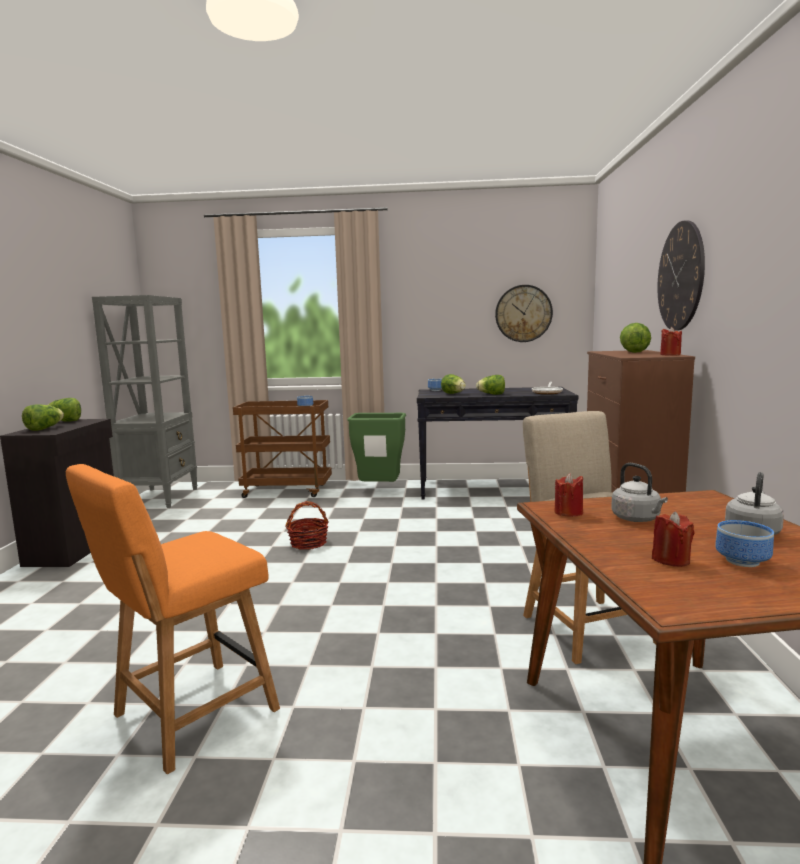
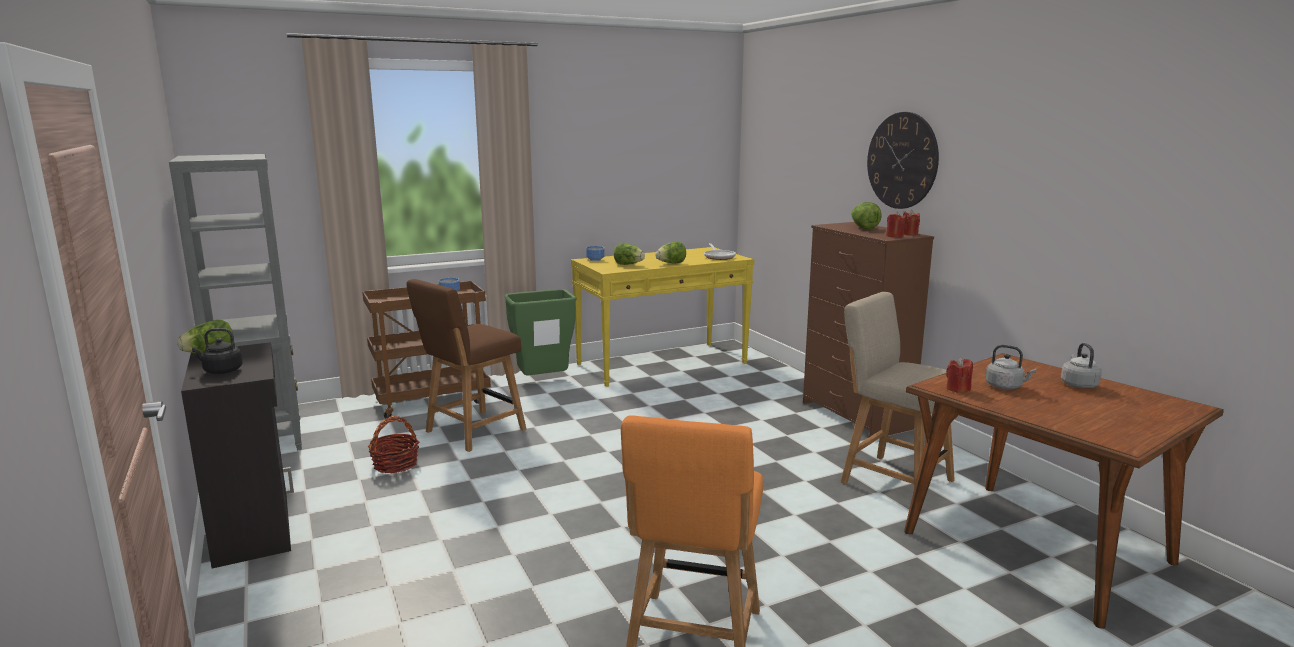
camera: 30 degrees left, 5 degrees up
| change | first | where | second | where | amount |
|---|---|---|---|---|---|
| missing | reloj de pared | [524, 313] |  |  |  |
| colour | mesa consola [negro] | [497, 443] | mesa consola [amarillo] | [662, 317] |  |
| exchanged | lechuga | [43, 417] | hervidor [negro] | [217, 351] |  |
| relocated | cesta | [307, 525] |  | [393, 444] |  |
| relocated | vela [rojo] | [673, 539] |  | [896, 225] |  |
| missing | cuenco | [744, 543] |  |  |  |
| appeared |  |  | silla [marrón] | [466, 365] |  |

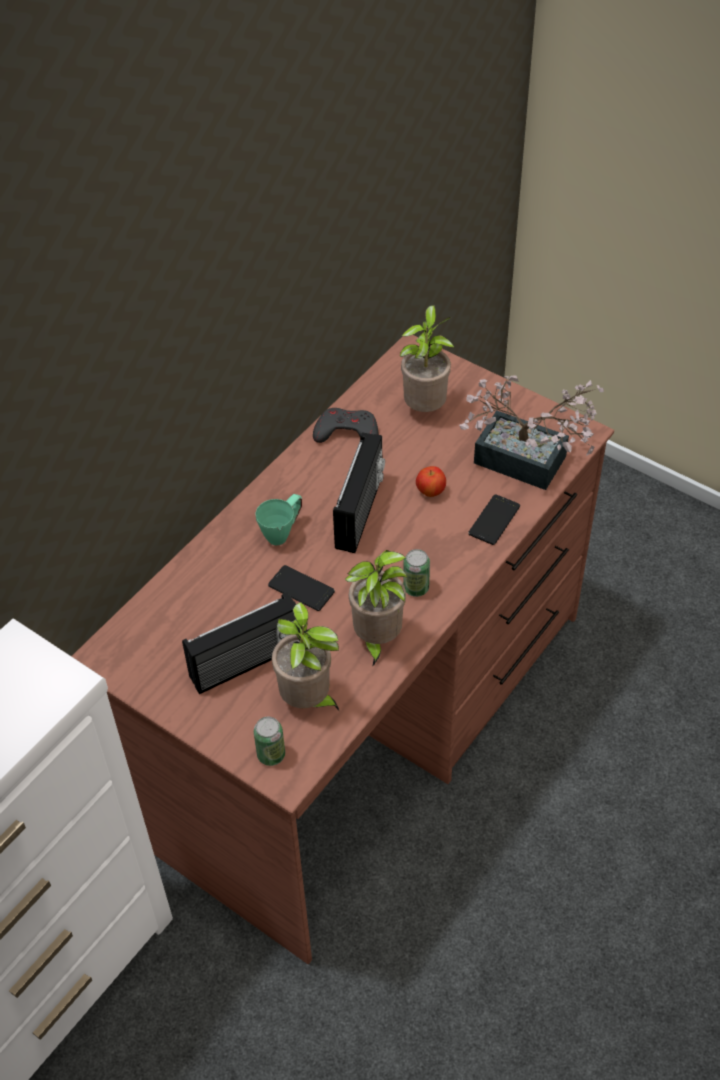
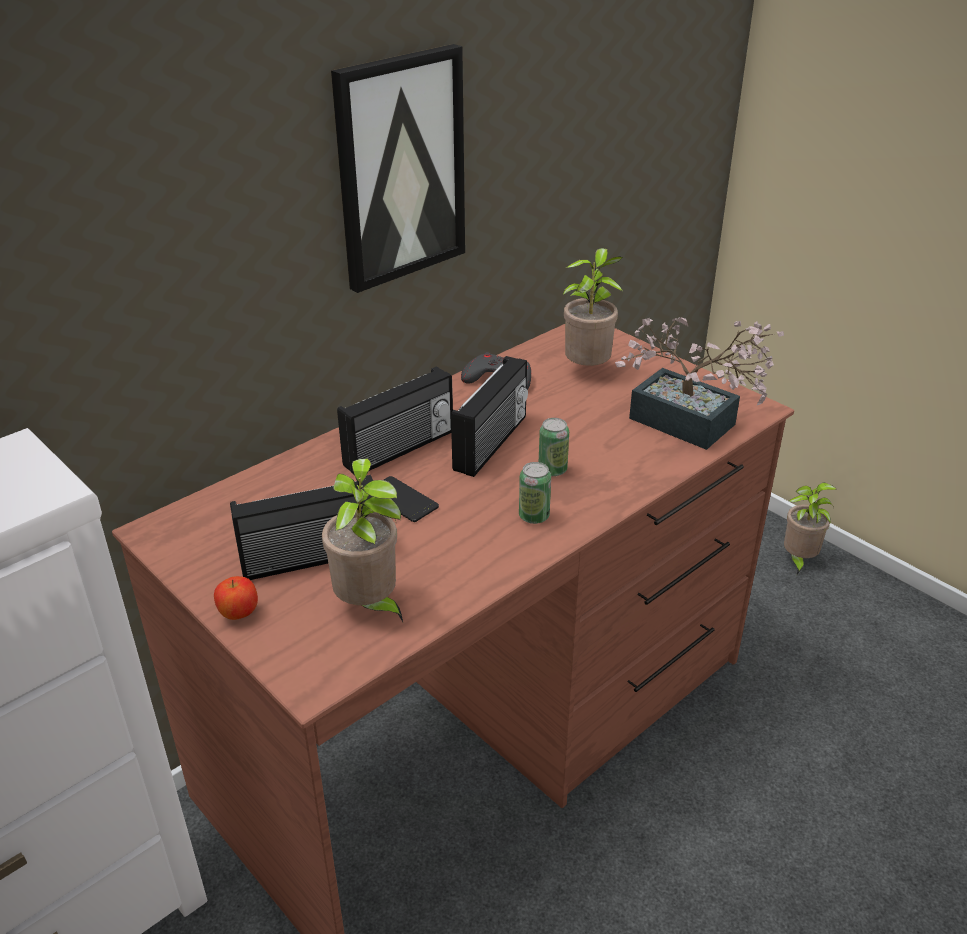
camera: 10 degrees right, 15 degrees down
| change | first | where | second | where | amount |
|---|---|---|---|---|---|
| relocated | manzana | [431, 481] |  | [236, 598] |  |
| exchanged | taza grande [verde] | [278, 520] | radio | [395, 420] |  |
| missing | móvil | [494, 520] |  |  |  |
| relocated | planta en maceta | [376, 608] |  | [810, 528] |  |
| relocated | lata | [269, 741] |  | [554, 447] |  |
| appeared |  |  | cuadro | [398, 168] |  |

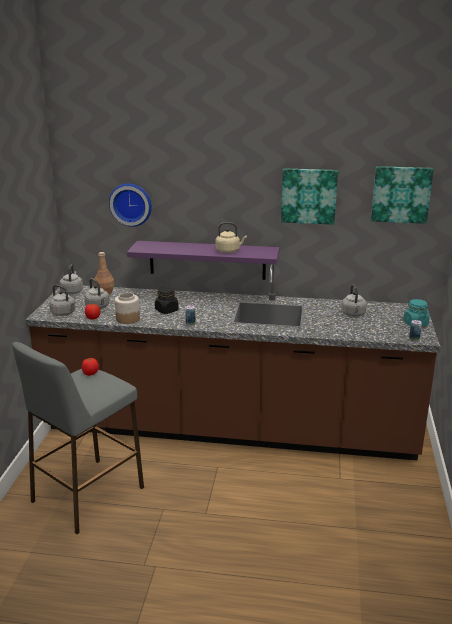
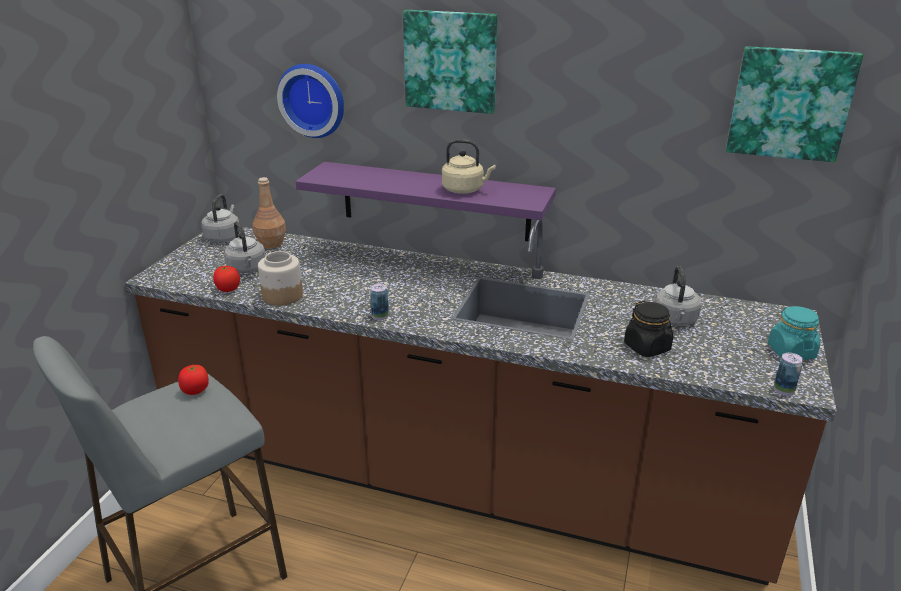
camera: 10 degrees right, 5 degrees up
| change | first | where | second | where | amount |
|---|---|---|---|---|---|
| relocated | cuadro | [309, 196] |  | [450, 62] |  |
| missing | hervidor [gris] | [63, 300] |  |  |  |
| relocated | tarro [negro] | [167, 300] |  | [648, 329] |  |

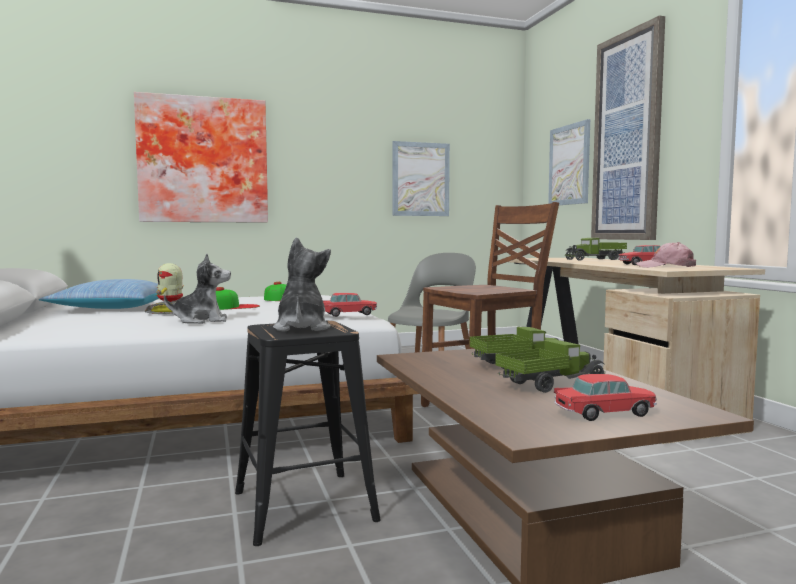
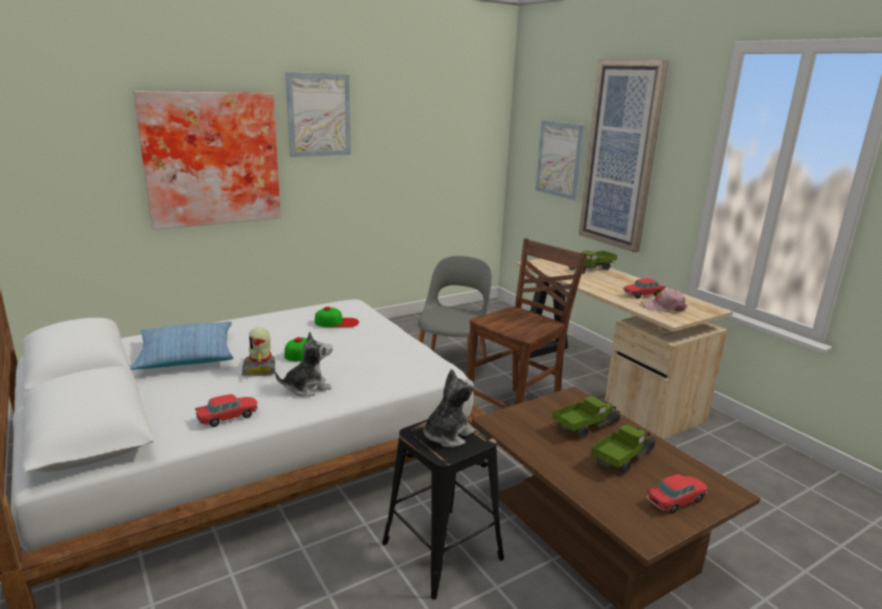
camera: 15 degrees left, 15 degrees up
| change | first | where | second | where | amount |
|---|---|---|---|---|---|
| relocated | cuadro | [421, 178] |  | [318, 114] |  |
| spun | peluche | [302, 285] |  | [449, 408] | 60 degrees clockwise |
| relocated | coche de juguete | [350, 305] |  | [226, 410] |  |

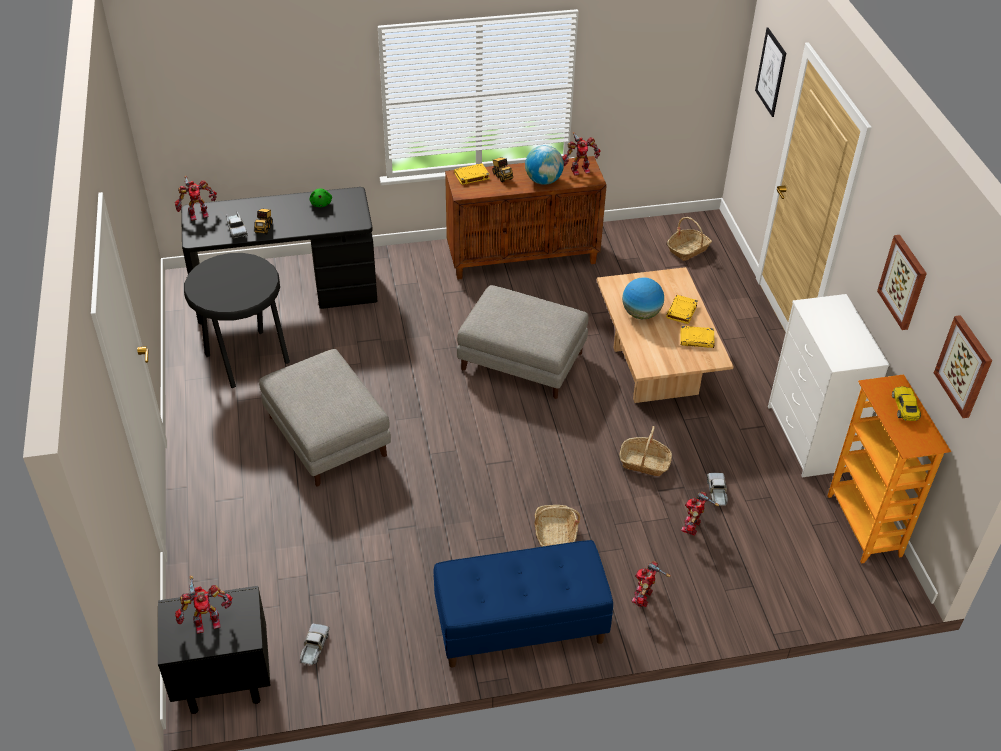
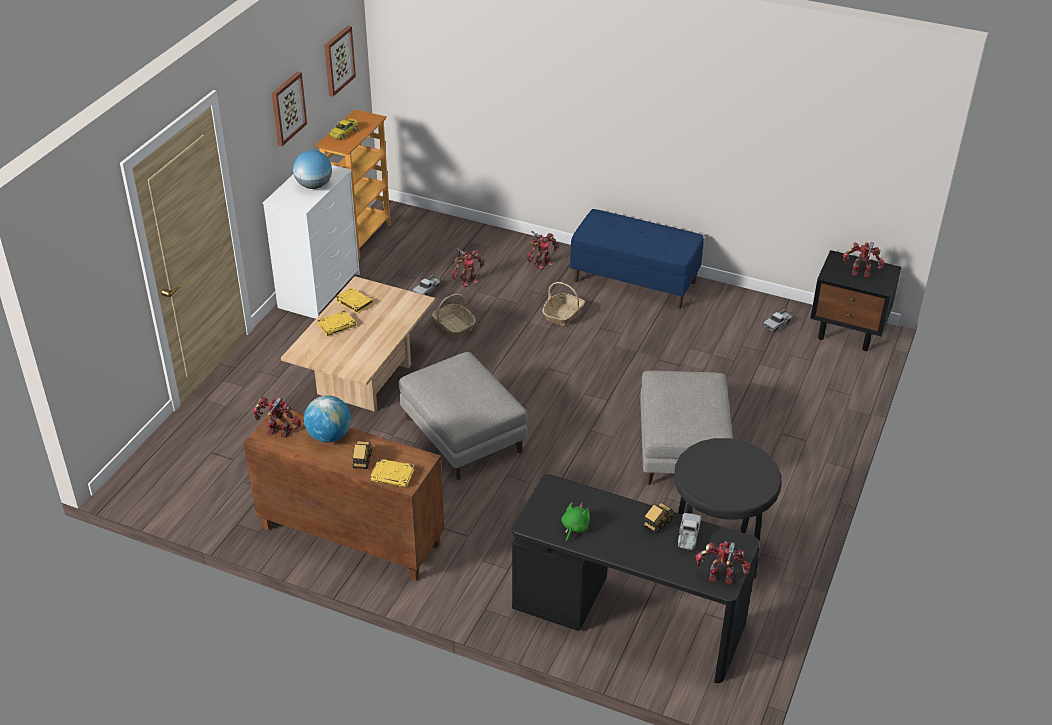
camera: 145 degrees left, 5 degrees down
| change | first | where | second | where | amount |
|---|---|---|---|---|---|
| missing | cuadro | [770, 72] |  |  |  |
| missing | cesta | [689, 239] |  |  |  |
| relocated | globo terráqueo | [643, 298] |  | [312, 169] |  |

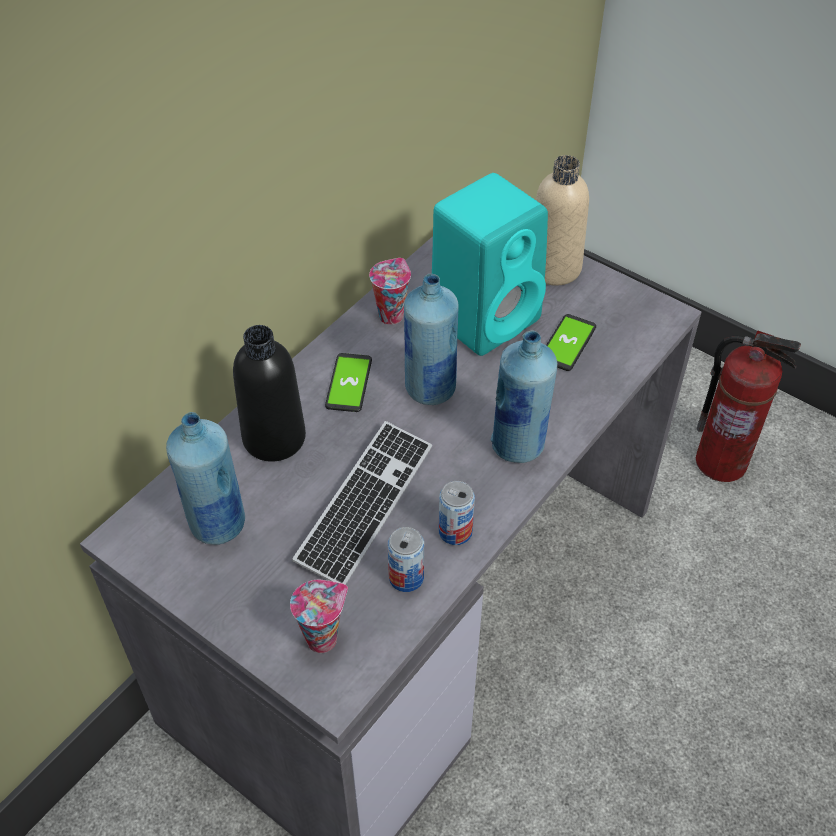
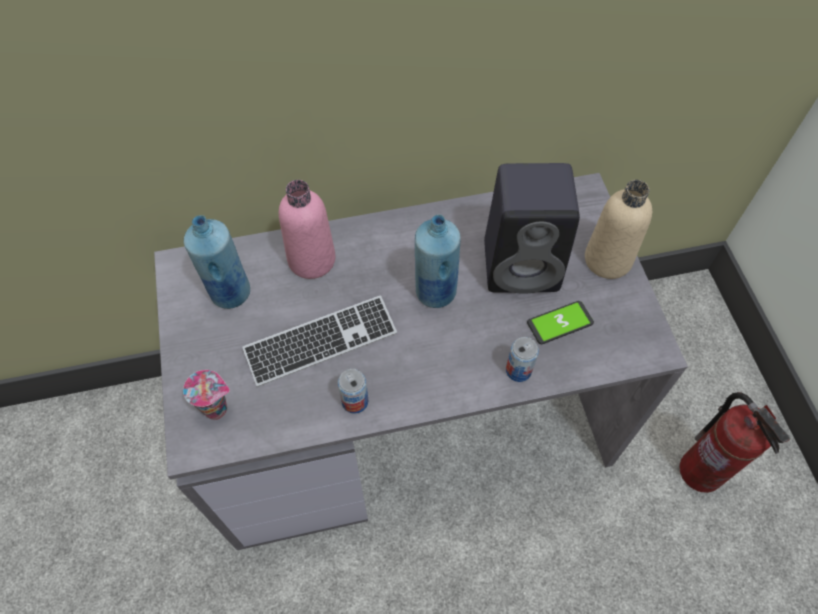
camera: 40 degrees right, 10 degrees up
| change | first | where | second | where | amount |
|---|---|---|---|---|---|
| colour | altavoz [turquesa] | [490, 264] | altavoz [negro] | [532, 228] |  |
| missing | taza | [390, 291] |  |  |  |
| colour | botella [negro] | [269, 393] | botella [rosa] | [307, 229] |  |
| missing | botella [azul] | [524, 396] |  |  |  |
| missing | móvil | [348, 382] |  |  |  |
| relocated | lata | [406, 559] |  | [522, 359] |  |

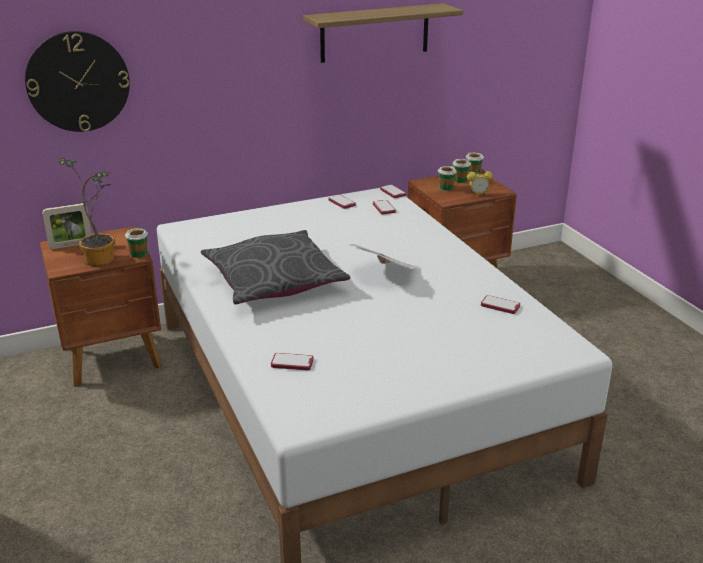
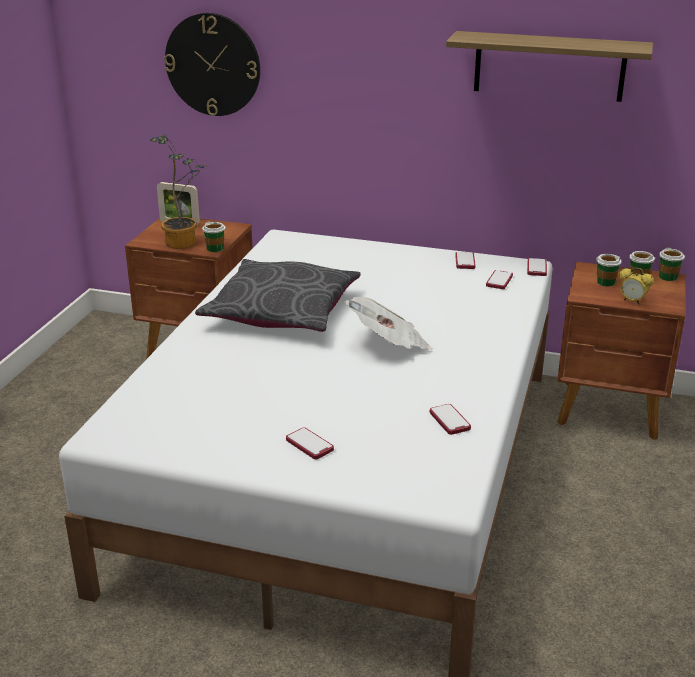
camera: 40 degrees right, 0 degrees up
| change | first | where | second | where | amount |
|---|---|---|---|---|---|
| relocated | móvil | [292, 361] |  | [310, 443] |  |

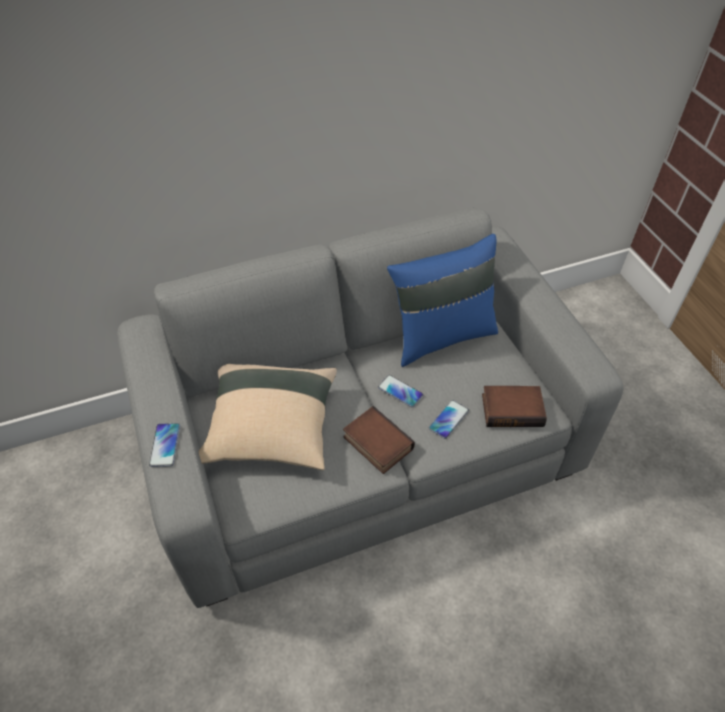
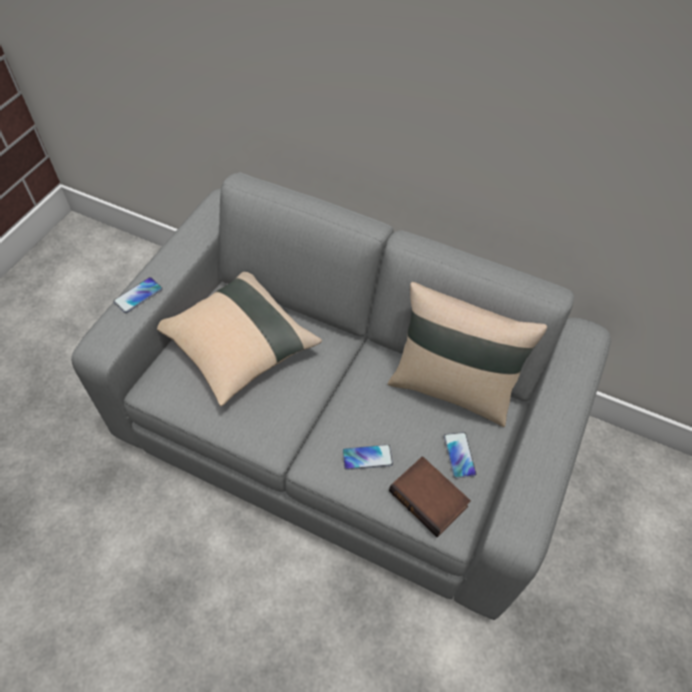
camera: 45 degrees right, 5 degrees up
| change | first | where | second | where | amount |
|---|---|---|---|---|---|
| colour | cojín [azul] | [442, 300] | cojín [beis] | [467, 354] |  |
| relocated | móvil | [400, 391] |  | [460, 455] |  |
| missing | libro | [379, 440] |  |  |  |

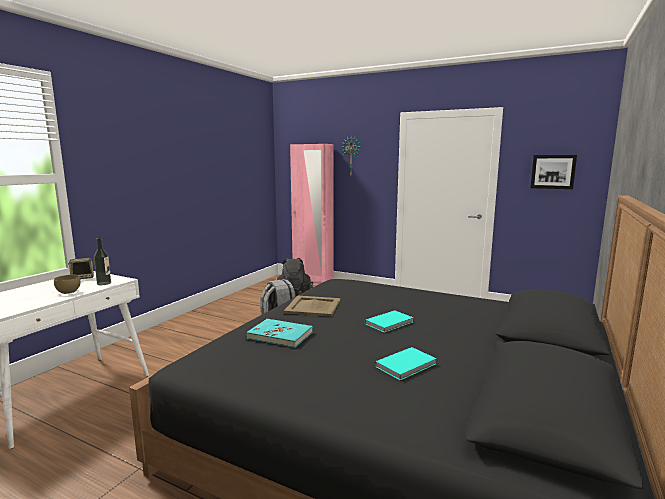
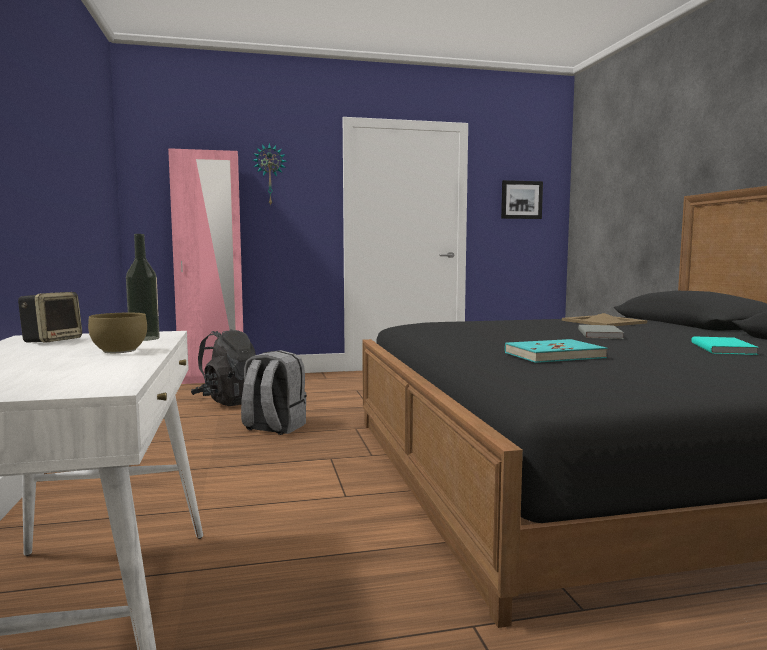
camera: 40 degrees left, 5 degrees down
| change | first | where | second | where | amount |
|---|---|---|---|---|---|
| relocated | bandeja [beis] | [312, 306] |  | [604, 319] |  |
| colour | libro [turquesa] | [389, 321] | libro [gris] | [601, 332] |  |

